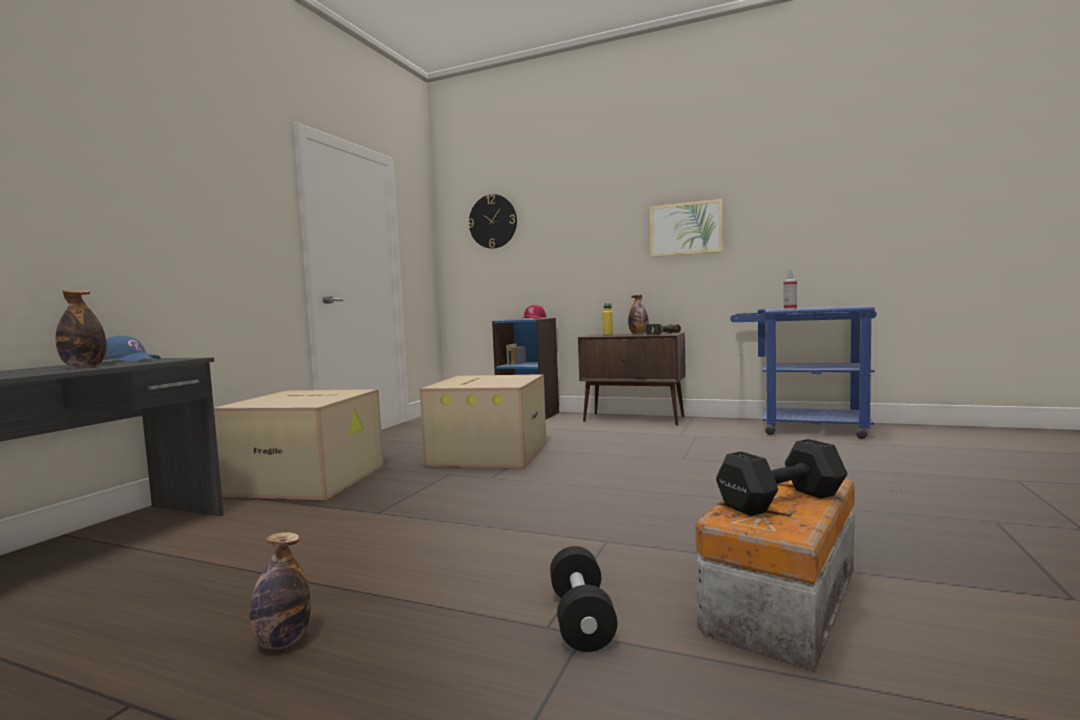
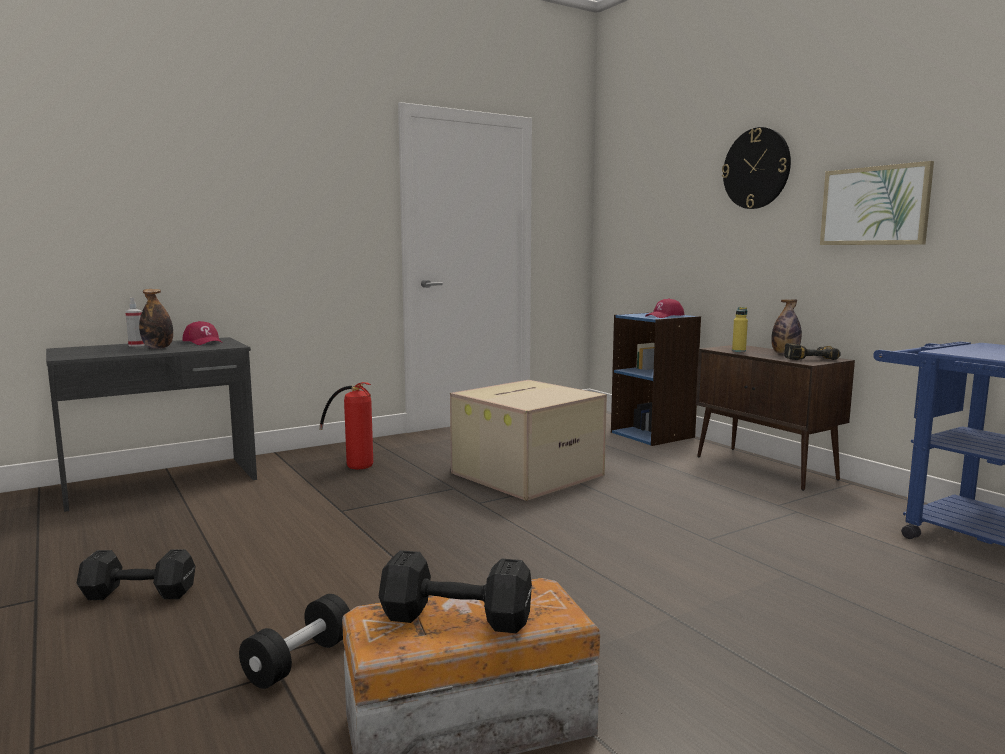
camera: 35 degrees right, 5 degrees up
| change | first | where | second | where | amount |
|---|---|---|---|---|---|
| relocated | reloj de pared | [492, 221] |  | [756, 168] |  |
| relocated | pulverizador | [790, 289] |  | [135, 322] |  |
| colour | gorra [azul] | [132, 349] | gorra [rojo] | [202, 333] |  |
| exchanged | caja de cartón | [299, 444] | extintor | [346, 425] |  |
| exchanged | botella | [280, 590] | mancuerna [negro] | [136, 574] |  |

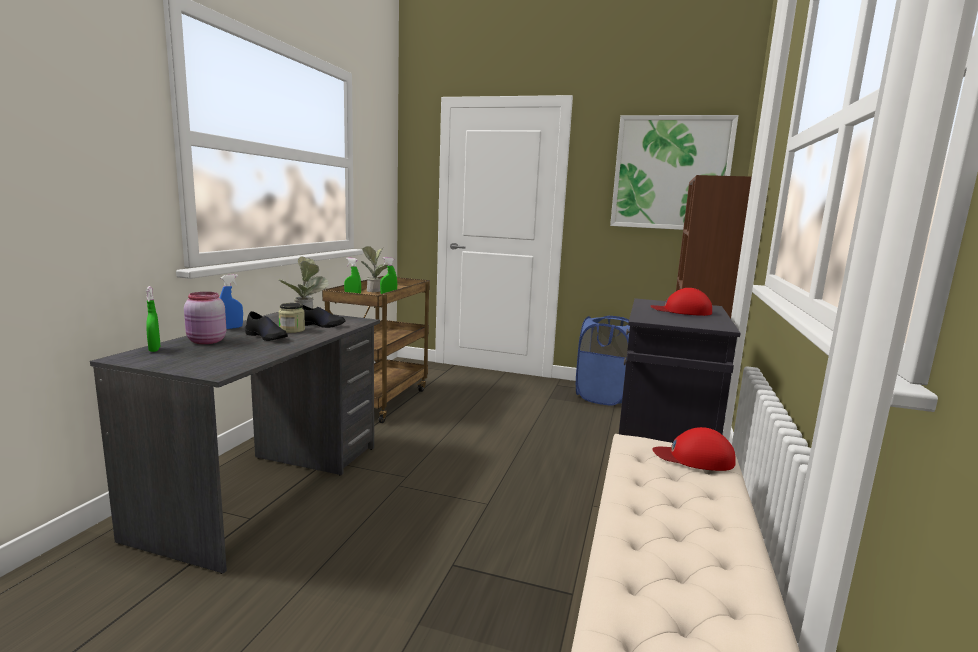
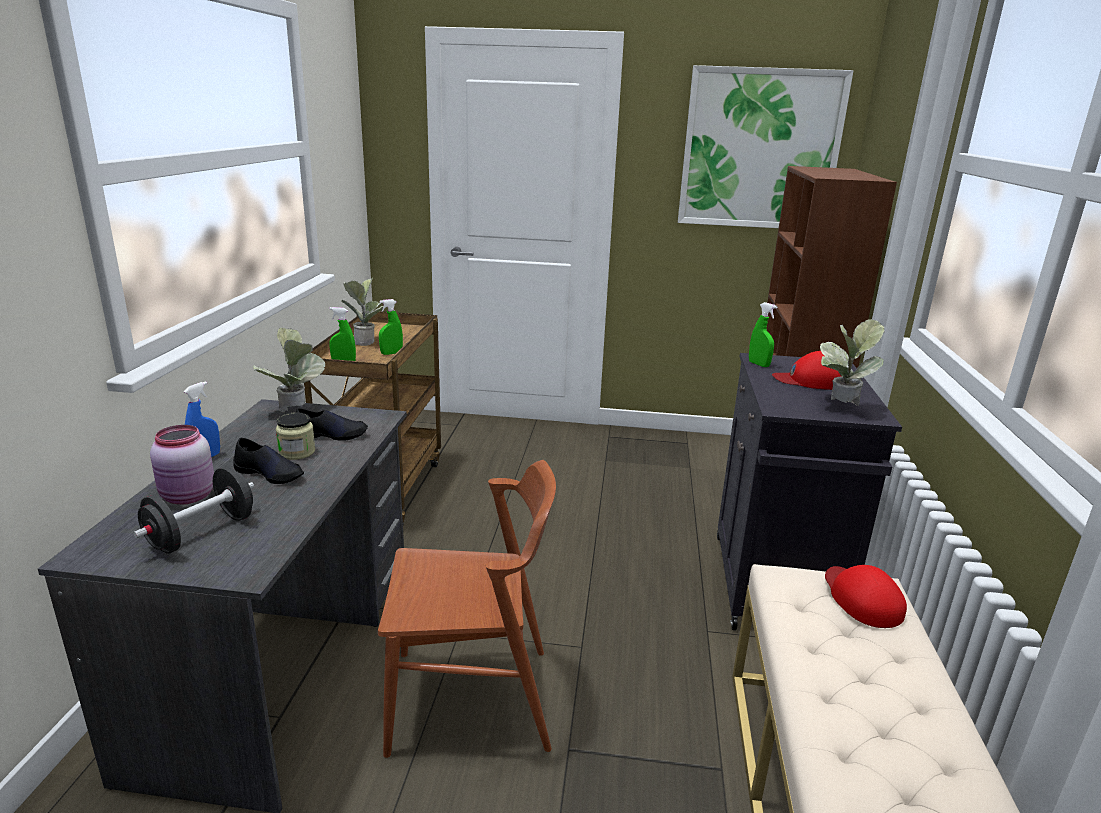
camera: 10 degrees left, 10 degrees up
| change | first | where | second | where | amount |
|---|---|---|---|---|---|
| relocated | pulverizador [verde] | [153, 319] |  | [763, 334] |  |
| missing | cesto de la ropa [azul] | [603, 361] |  |  |  |
| spun | gorra [rojo] | [693, 449] |  | [866, 596] | 75 degrees clockwise |
| appeared |  |  | planta en maceta | [852, 362] |  |
| appeared |  |  | silla [marrón] | [467, 609] |  |
| appeared |  |  | mancuerna [negro] | [193, 510] |  |

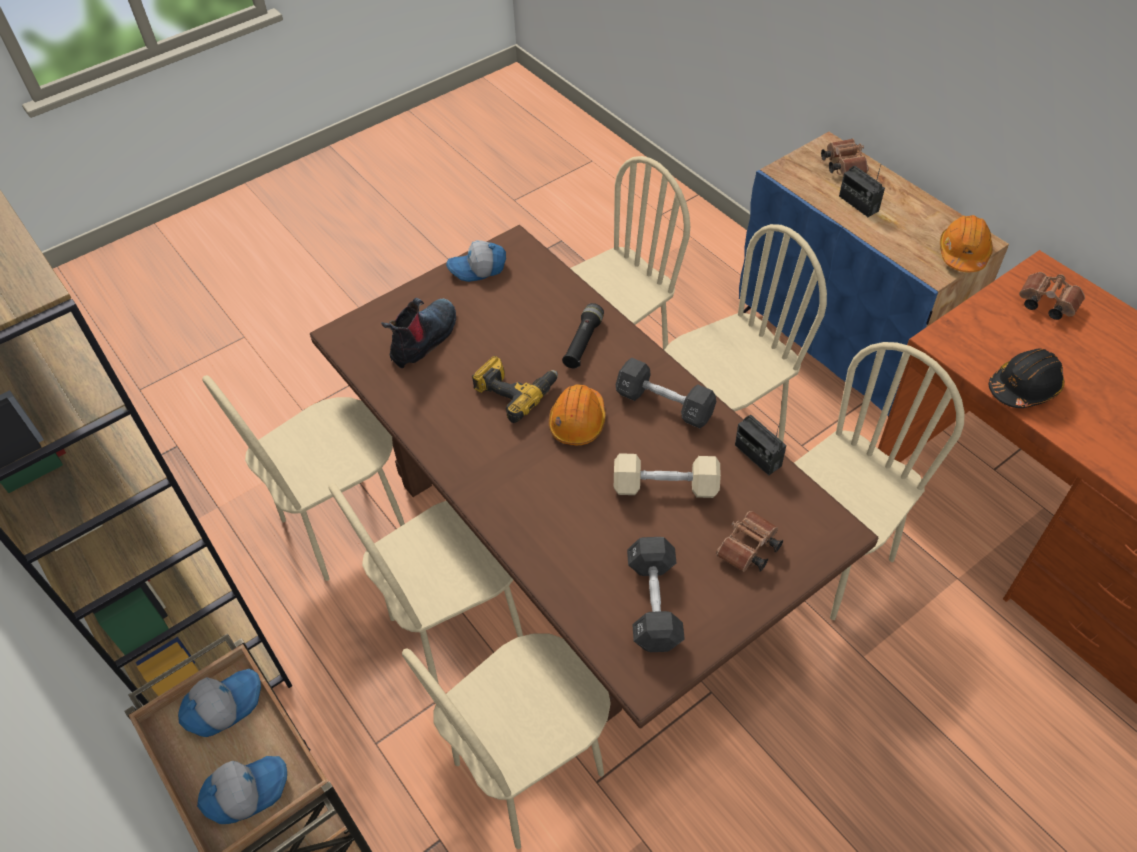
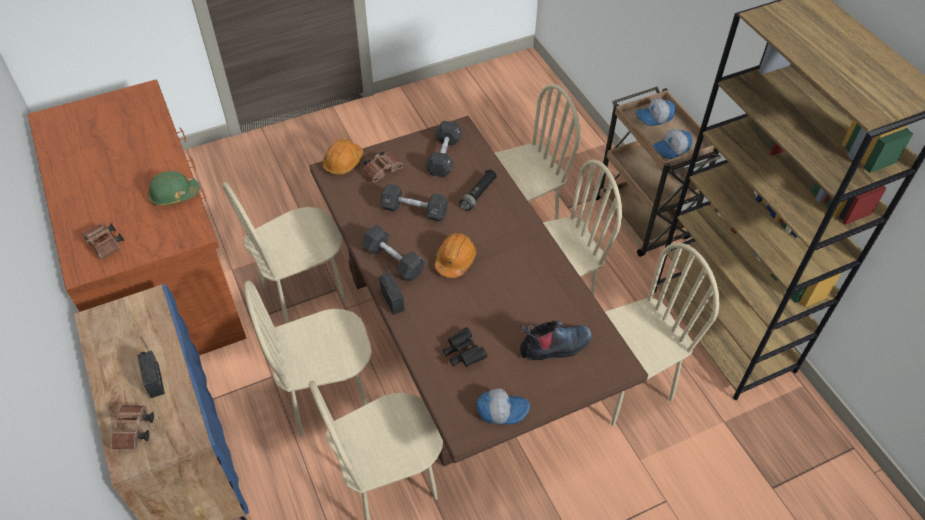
camera: 170 degrees left, 0 degrees up
| change | first | where | second | where | amount |
|---|---|---|---|---|---|
| relocated | casco [naranja] | [966, 243] |  | [343, 157] |  |
| spun | bota | [418, 333] |  | [556, 340] | 150 degrees counterclockwise |
| relocated | linterna [negro] | [583, 336] |  | [478, 190] |  |
| colour | casco [negro] | [1027, 378] | casco [verde] | [174, 188] |  |
| missing | taladro | [515, 389] |  |  |  |
| relocated | radio | [760, 445] |  | [392, 287] |  |
| colour | mancuerna [beis] | [667, 475] | mancuerna [negro] | [414, 202] |  |
| appeared |  |  | prismáticos [negro] | [465, 347] |  |

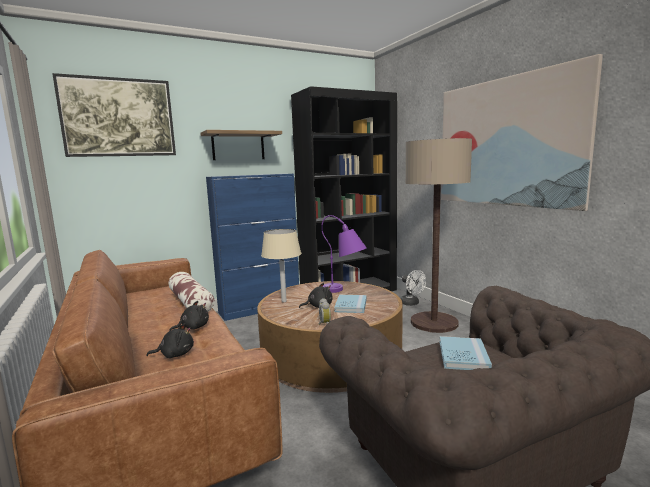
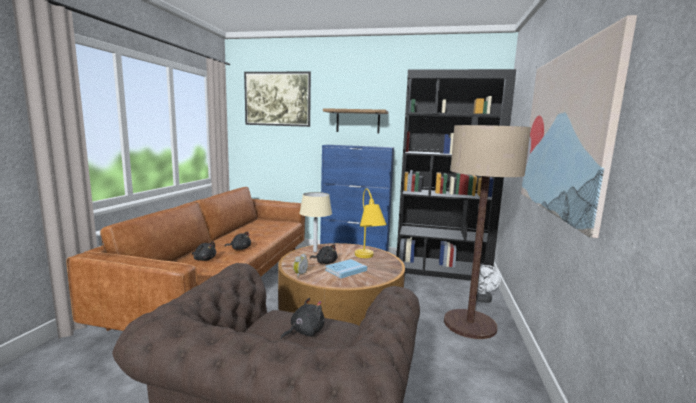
camera: 40 degrees right, 0 degrees up
| change | first | where | second | where | amount |
|---|---|---|---|---|---|
| colour | lámpara de mesa [morado] | [344, 254] | lámpara de mesa [amarillo] | [371, 223] |  |
| missing | cojín | [191, 292] |  |  |  |
| exchanged | libro [azul] | [466, 353] | peluche [negro] | [302, 318] |  |

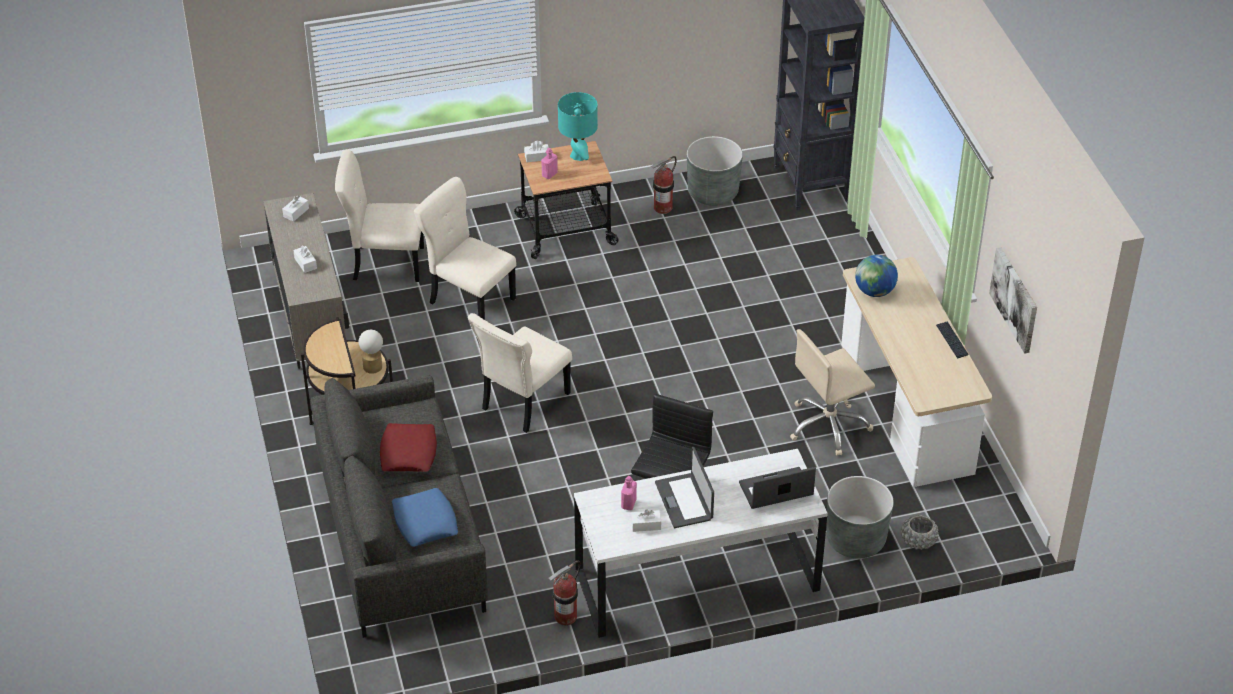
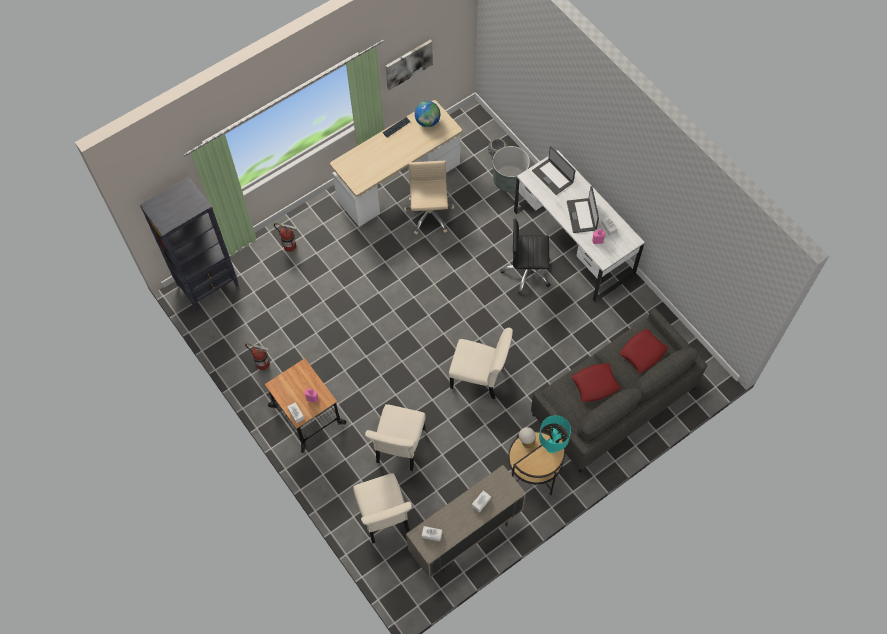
camera: 110 degrees left, 20 degrees up
| change | first | where | second | where | amount |
|---|---|---|---|---|---|
| relocated | lámpara de mesa [turquesa] | [578, 126] |  | [555, 434] |  |
| missing | maceta [gris] | [715, 171] |  |  |  |
| relocated | globo terráqueo | [876, 276] |  | [427, 114] |  |
| spun | silla de oficina [beis] | [832, 392] |  | [429, 198] | 135 degrees counterclockwise |
| spun | portátil | [684, 487] |  | [583, 209] | 120 degrees clockwise |
| colour | cojín [azul] | [425, 517] | cojín [rojo] | [644, 351] |  |
| relocated | extintor | [564, 593] |  | [285, 237] |  |

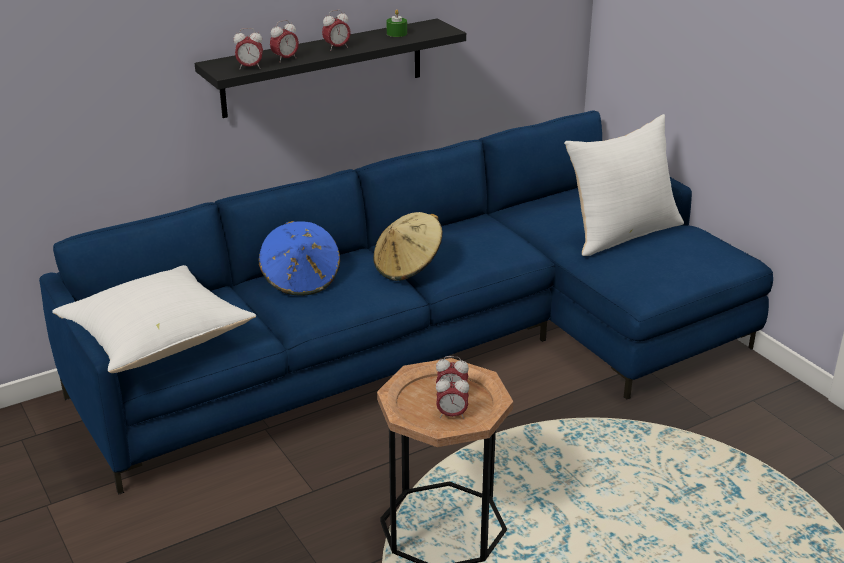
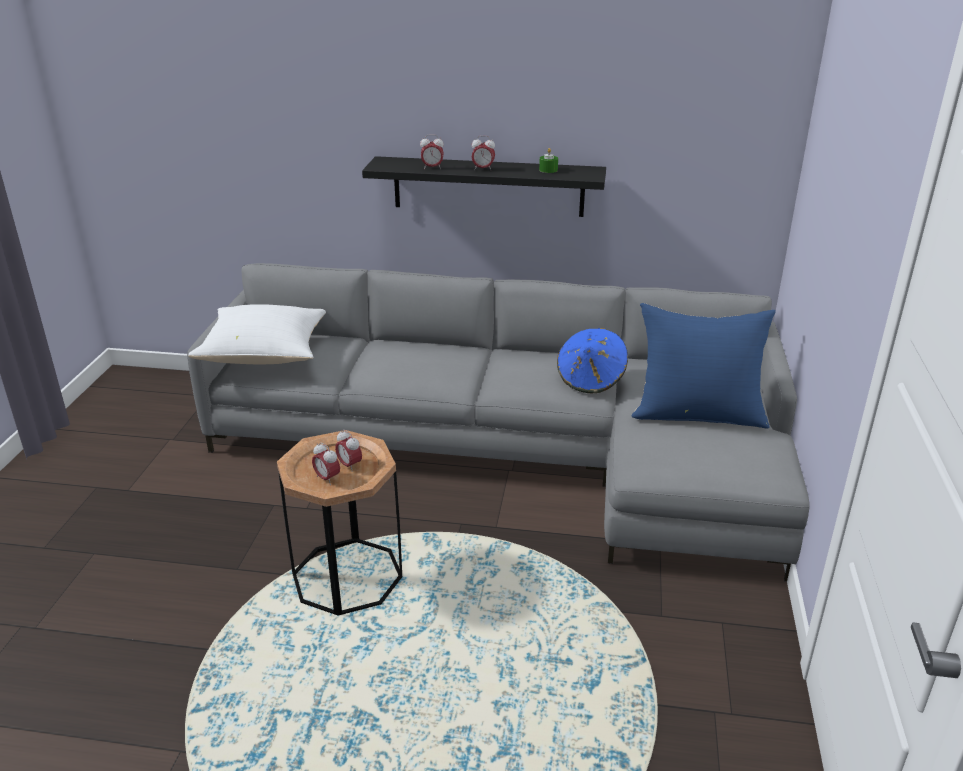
camera: 40 degrees right, 0 degrees up
| change | first | where | second | where | amount |
|---|---|---|---|---|---|
| missing | despertador | [248, 48] |  |  |  |
| colour | sofá [azul] | [406, 302] | sofá [gris] | [498, 422] |  |
| colour | cojín [blanco] | [624, 185] | cojín [azul] | [704, 366] |  |
| missing | sombrero [beis] | [407, 246] |  |  |  |
| relocated | sombrero [azul] | [299, 258] |  | [592, 360] |  |

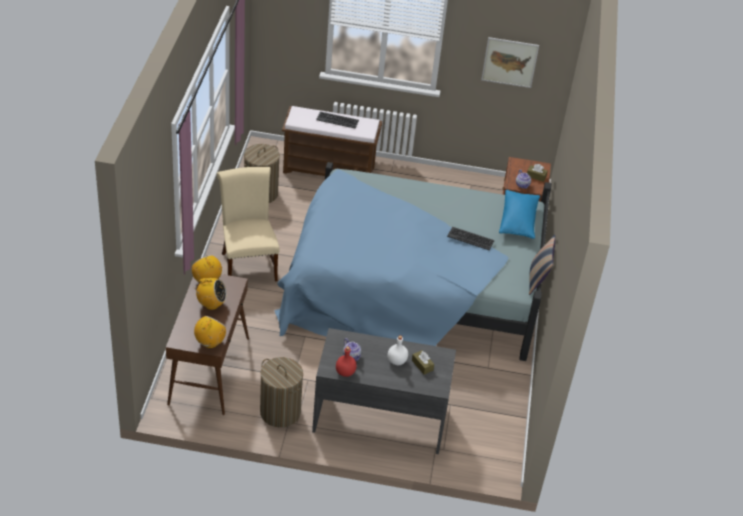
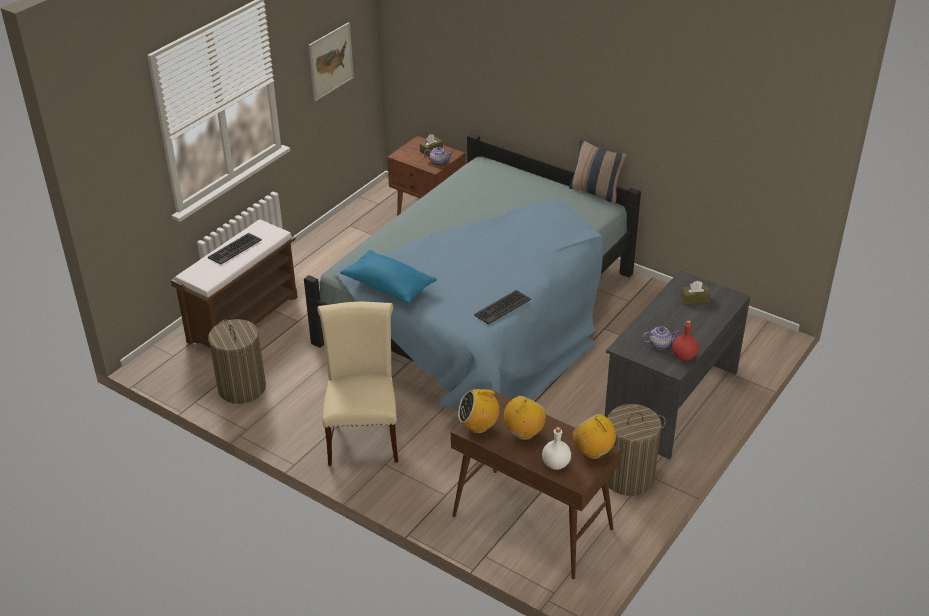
camera: 60 degrees left, 5 degrees down
| change | first | where | second | where | amount |
|---|---|---|---|---|---|
| spun | silla [beis] | [248, 224] |  | [357, 384] | 75 degrees clockwise |
| relocated | cojín [azul] | [519, 214] |  | [388, 277] |  |
| relocated | teclado | [471, 238] |  | [502, 307] |  |
| relocated | botella [blanco] | [398, 350] |  | [556, 448] |  |

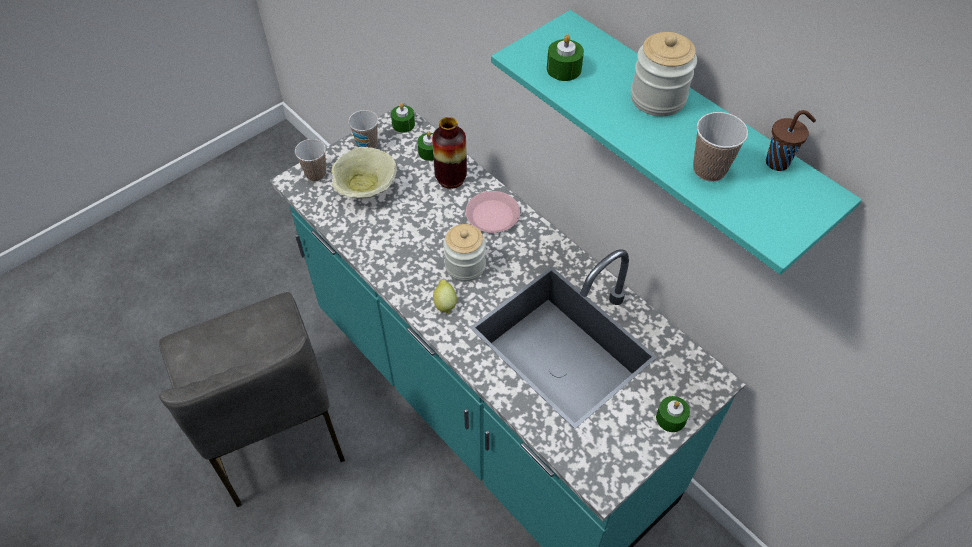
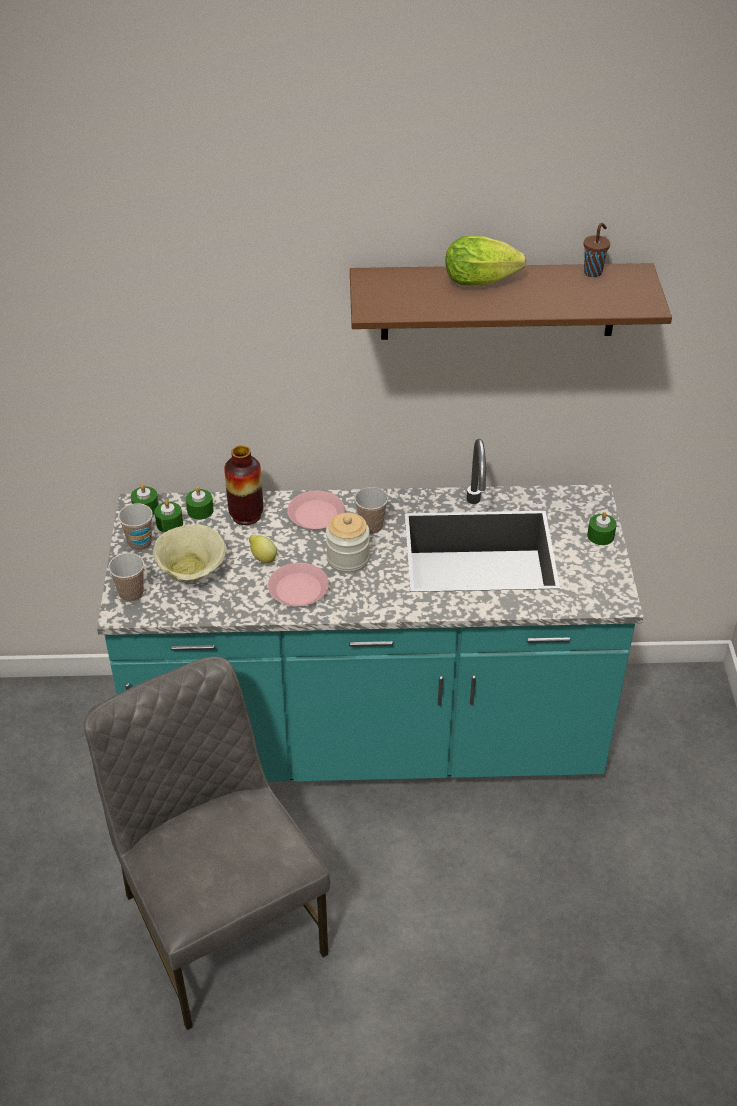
camera: 50 degrees left, 10 degrees down
| change | first | where | second | where | amount |
|---|---|---|---|---|---|
| colour | estante [turquesa] | [676, 142] | estante [marrón] | [511, 301] |  |
| exchanged | tarro | [664, 74] | lechuga | [486, 261] |  |
| relocated | vela [verde] | [565, 57] |  | [169, 515] |  |
| relocated | taza | [720, 147] |  | [371, 510] |  |
| relocated | limón | [445, 296] |  | [263, 549] |  |
| spun | silla [gris] | [252, 399] |  | [207, 843] | 135 degrees counterclockwise |
| appeared |  |  | plato [rosa] | [298, 584] |  |

